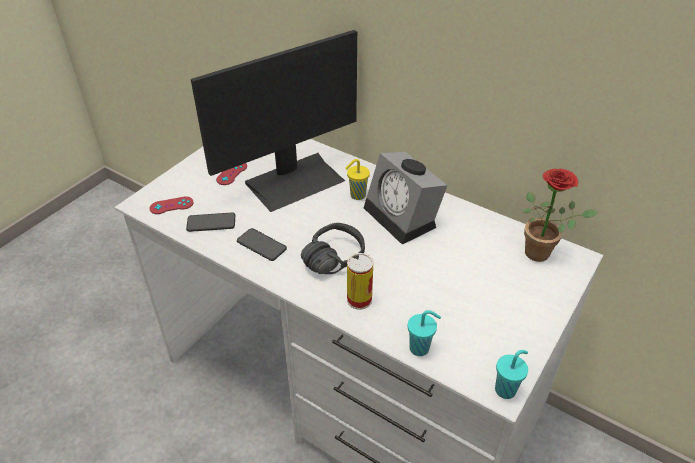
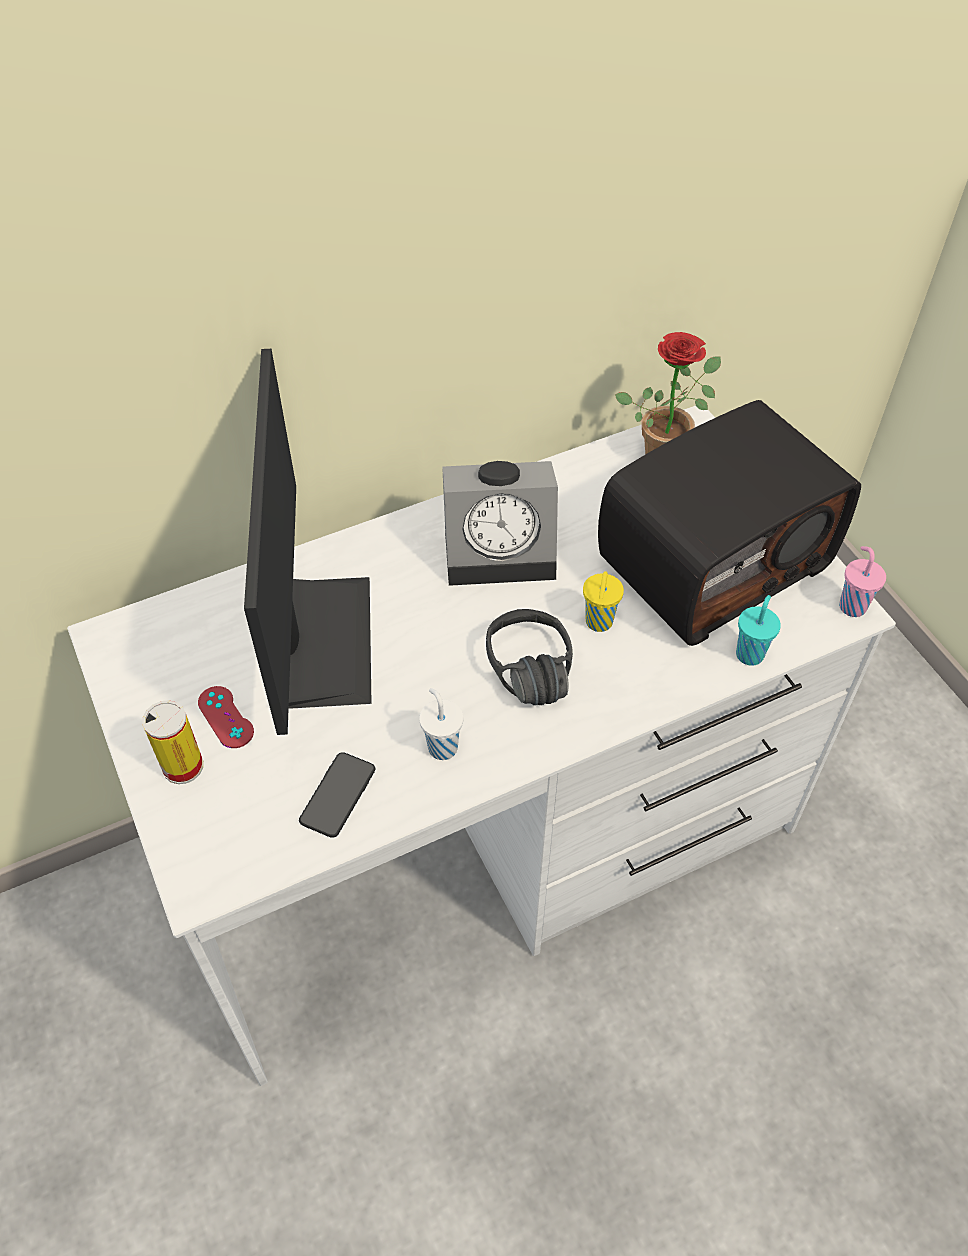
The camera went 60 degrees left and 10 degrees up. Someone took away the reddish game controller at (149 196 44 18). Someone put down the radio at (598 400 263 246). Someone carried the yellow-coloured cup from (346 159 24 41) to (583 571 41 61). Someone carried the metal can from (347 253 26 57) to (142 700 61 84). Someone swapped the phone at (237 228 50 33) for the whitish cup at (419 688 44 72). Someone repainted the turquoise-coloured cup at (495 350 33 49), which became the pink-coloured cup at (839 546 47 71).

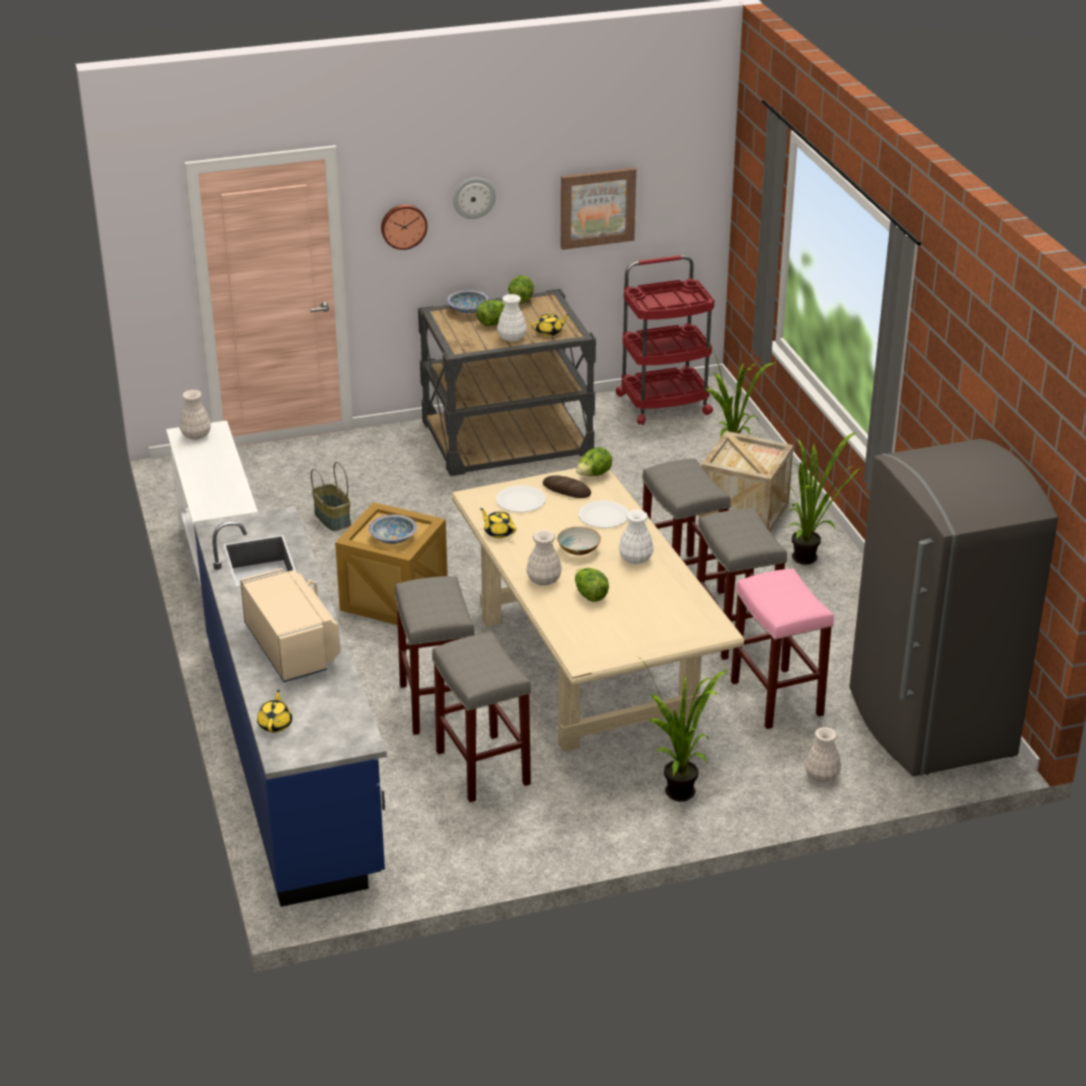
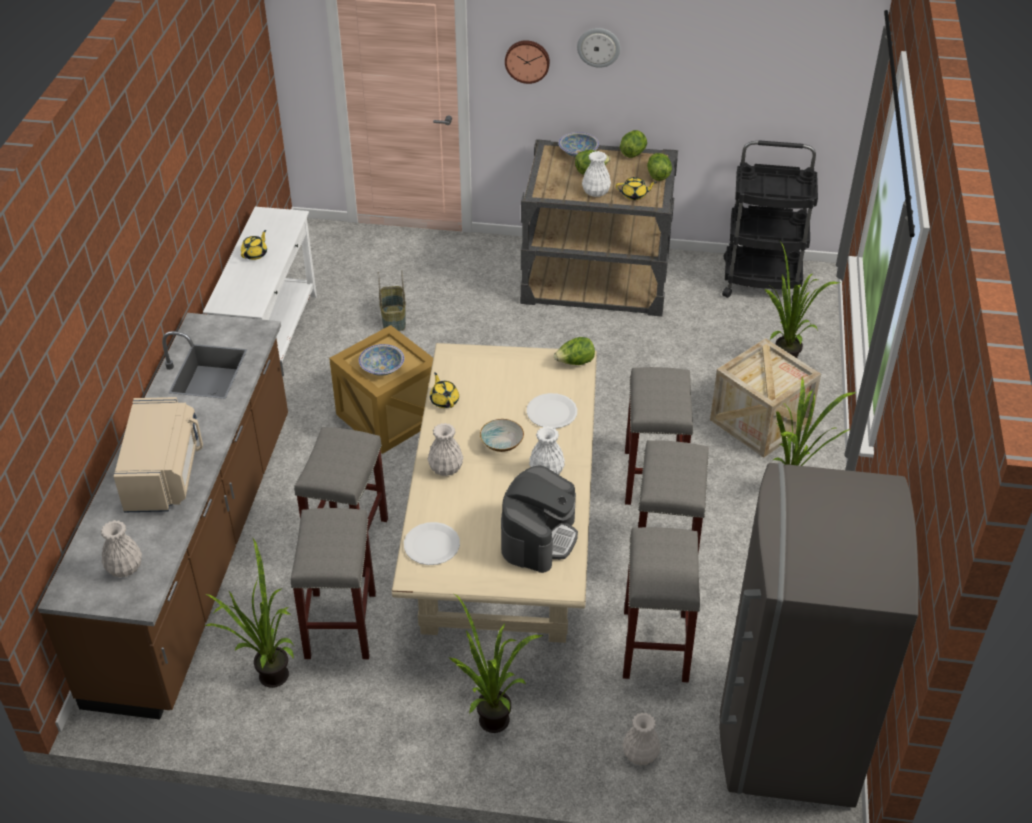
The camera went 25 degrees right and 10 degrees up. Someone took away the baked bread at (543 475 48 23). Someone took away the picture at (561 167 75 83). Someone put down the plant in a pot at (205 538 89 150). Someone put down the coffee machine at (501 466 77 107). Someone carried the whitish vase from (179 390 32 50) to (101 520 41 57). Someone carried the yellow-coloured pot for tea from (257 690 35 42) to (241 230 26 30). Someone carried the whitish flat dish from (496 485 50 28) to (404 522 56 43). Someone carried the lettuce from (575 568 34 34) to (647 153 25 28). Someone repainted the blue kitchen base unit at (194 506 193 401), which became the brownish kitchen base unit at (38 313 250 406). Someone repainted the reddish wheeled cart at (616 255 98 170), which became the black wheeled cart at (722 140 96 163). Someone repainted the pink-coloured stool at (731 568 103 161), which became the greyish stool at (623 527 77 155).

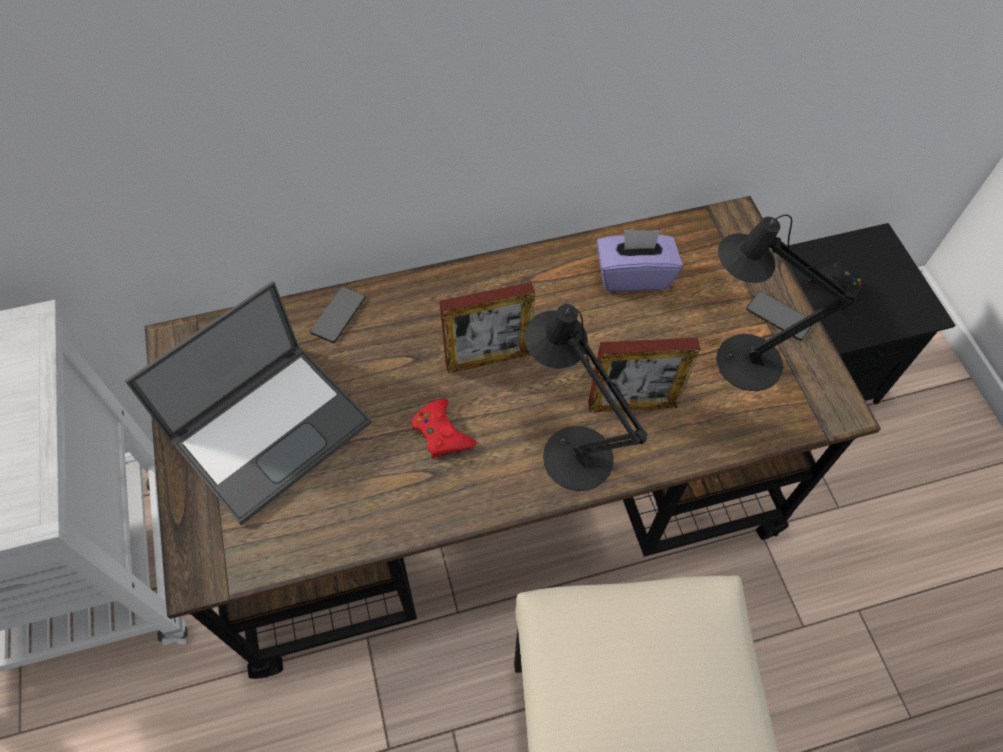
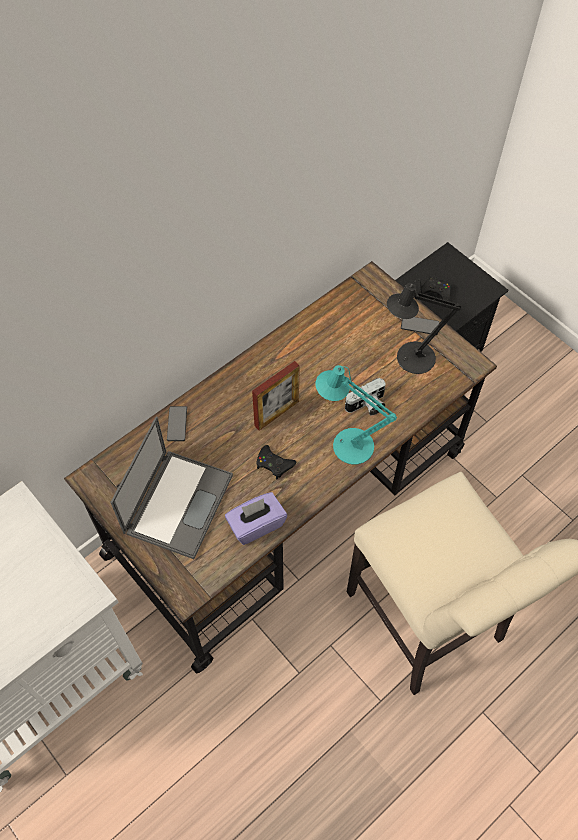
The camera went 25 degrees left and 0 degrees up. Someone carried the purple-coloured box of tissues from (597 229 86 63) to (225 492 62 53). Someone swapped the standing frame at (588 338 112 74) for the photo camera at (345 378 41 37). Someone repainted the reddish game controller at (412 399 65 59), which became the black game controller at (256 445 41 34). Someone repainted the black lamp for a table at (525 304 122 187), which became the turquoise-coloured lamp for a table at (315 365 82 99).

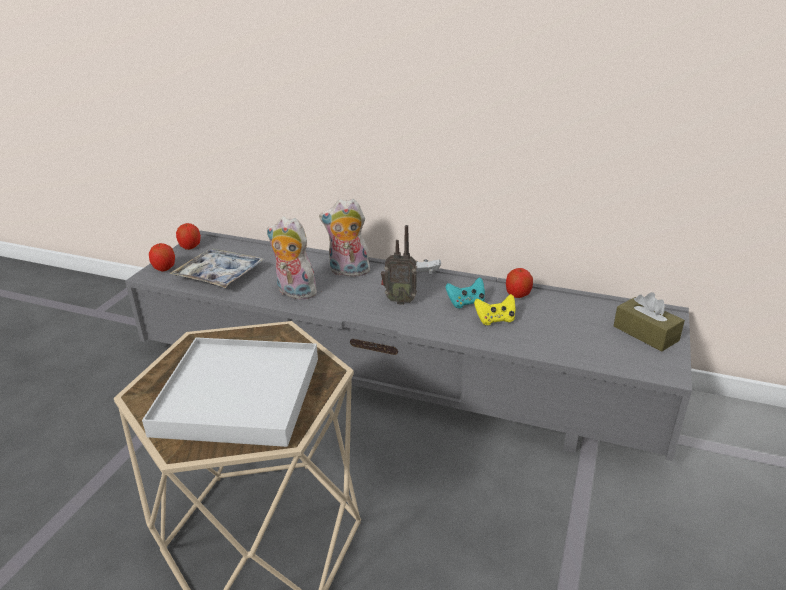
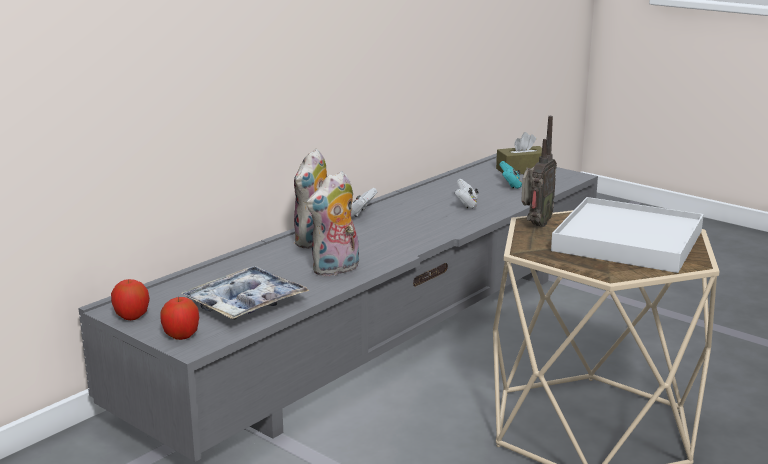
The camera went 70 degrees left and 10 degrees down. Someone took away the apple fruit at (506 268 27 30). Someone carried the radio from (381 225 36 80) to (521 116 36 111). Someone carried the turquoise-coloured game controller from (445 277 40 31) to (499 161 23 28). Someone repainted the yellow-coloured game controller at (474 294 42 31), which became the whitish game controller at (455 179 24 30).

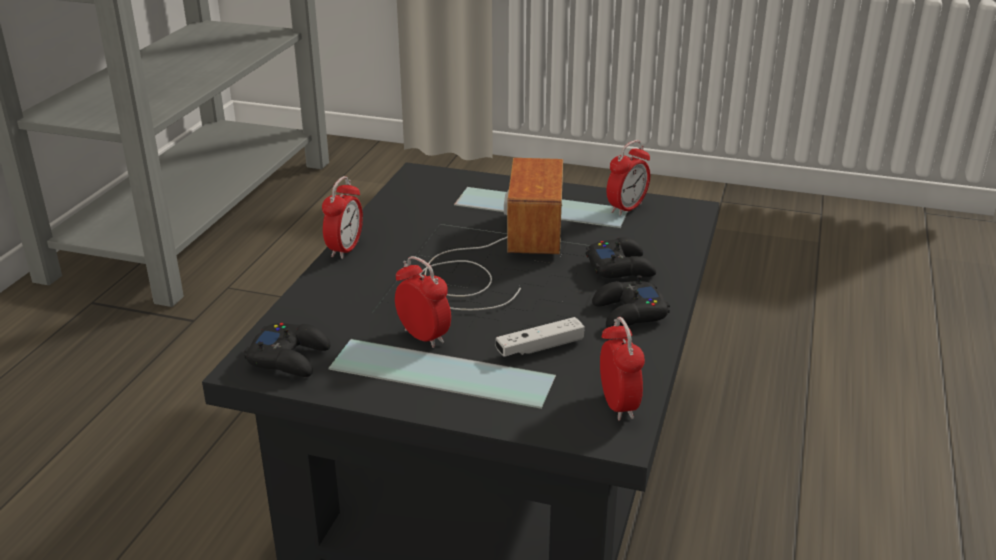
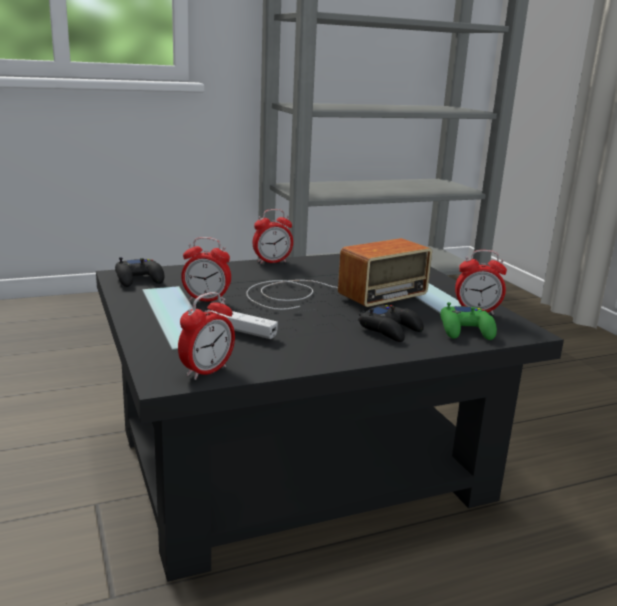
The camera went 50 degrees right and 10 degrees down. Someone took away the black game controller at (592 275 78 53). Someone put down the greenish game controller at (440 302 57 38). Someone rotated the alarm clock at (395 256 56 92) by 90 degrees clockwise.

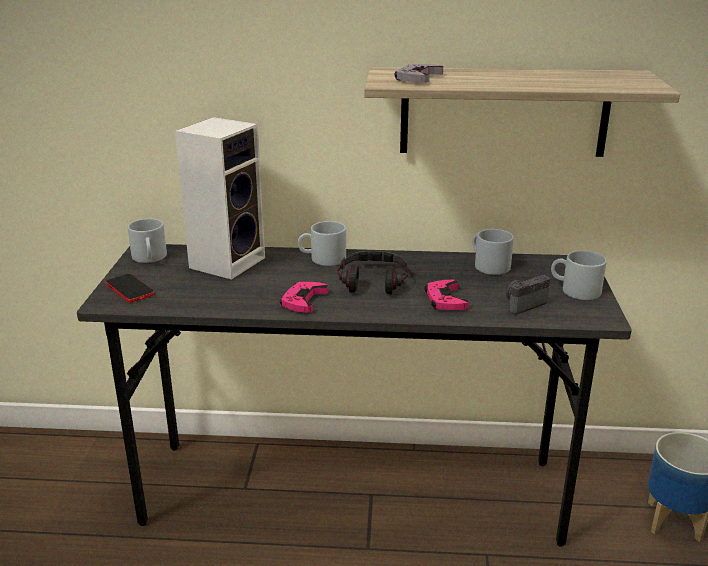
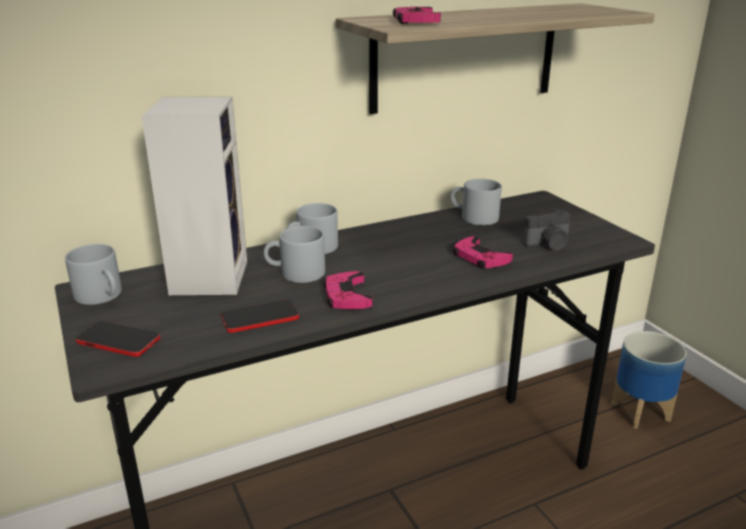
The camera went 30 degrees left and 0 degrees up. Someone took away the headset at (337 251 71 43). Someone put down the phone at (221 299 78 34). Someone carried the greyish coffee mug from (551 251 56 49) to (264 226 61 57). Someone repainted the greyish game controller at (395 64 48 19), which became the pink-coloured game controller at (393 7 48 17). Someone rotated the photo camera at (506 275 44 40) by 135 degrees counterclockwise.

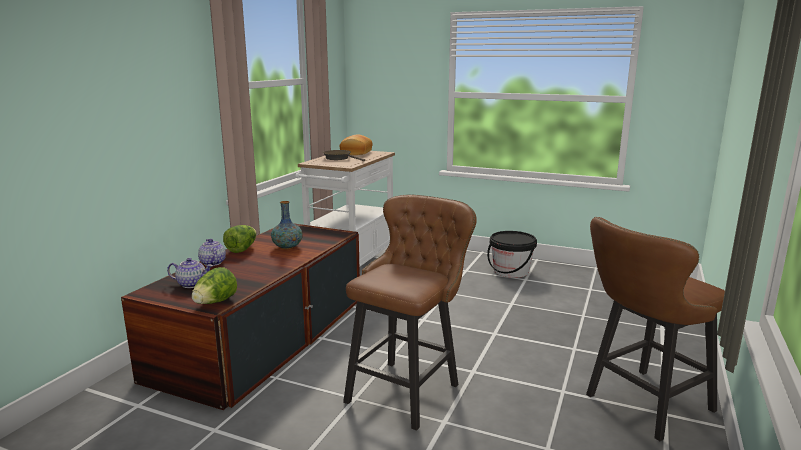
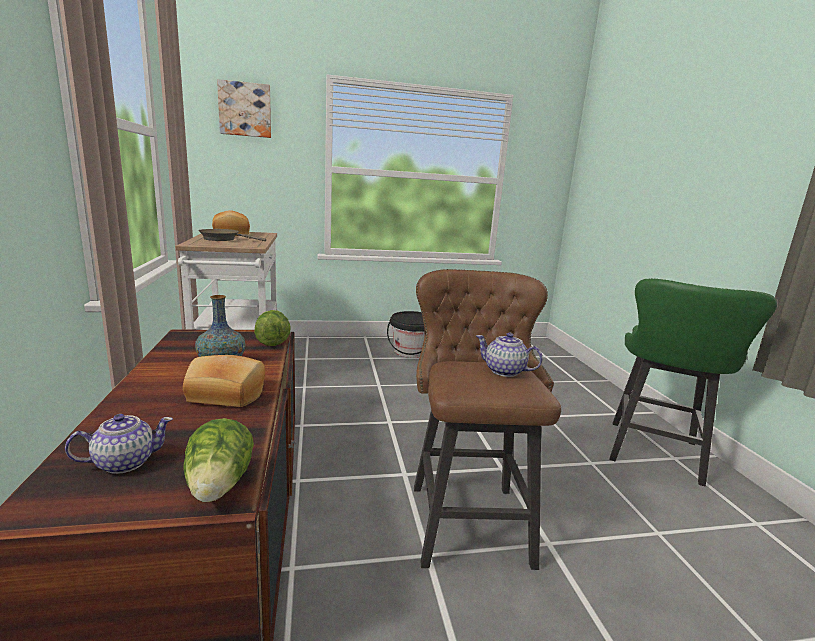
The camera went 35 degrees left and 0 degrees up. Someone put down the baked bread at (183 355 82 52). Someone put up the picture at (217 79 54 59). Someone carried the pot for tea from (198 239 28 27) to (476 333 67 44). Someone carried the lettuce from (223 225 34 28) to (254 310 37 36). Someone repainted the brownish stool at (586 217 139 224), which became the greenish stool at (609 278 168 209).

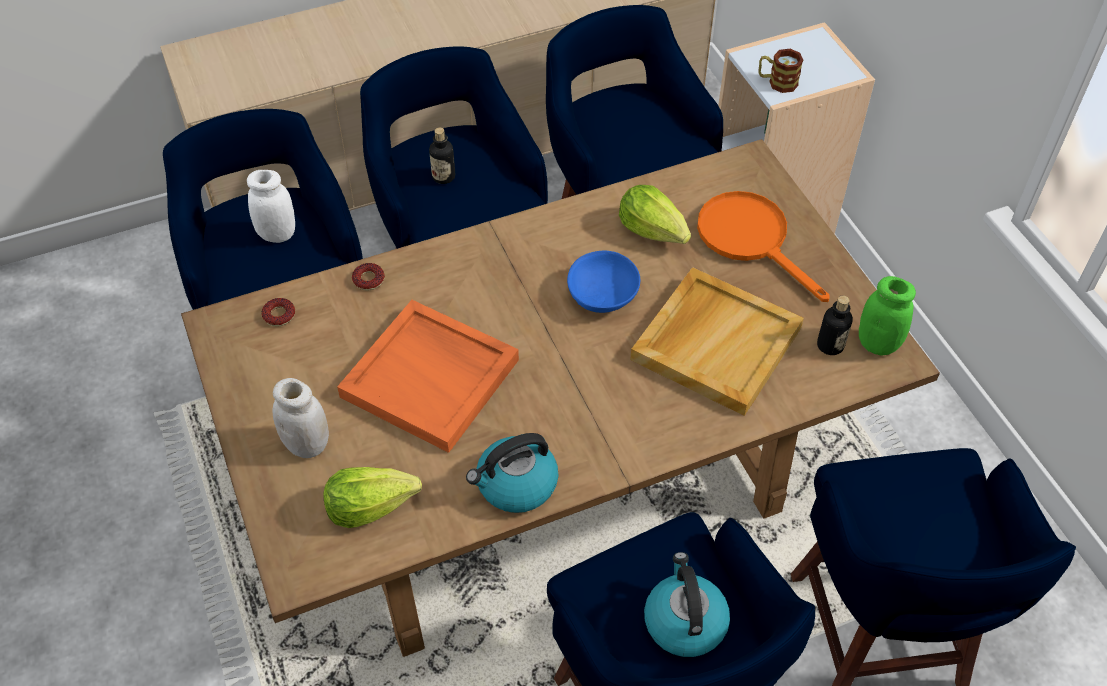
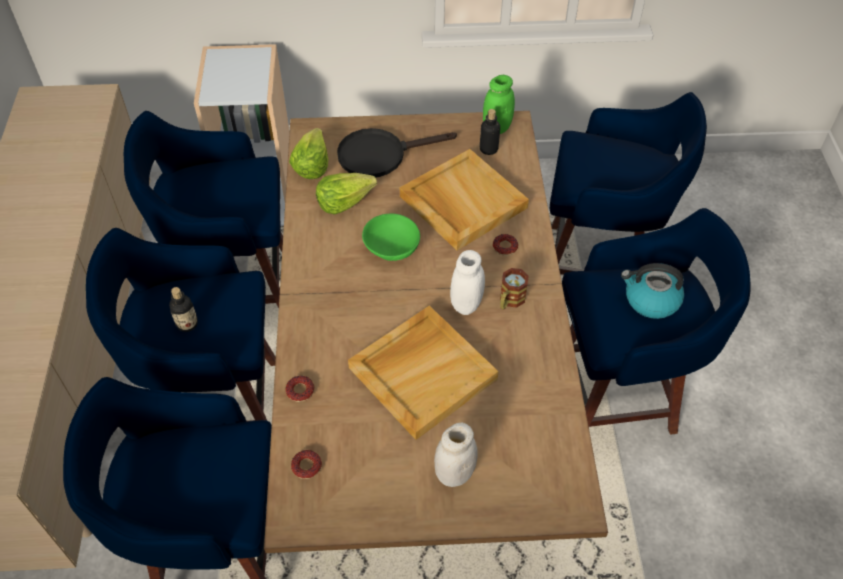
The camera went 70 degrees left and 0 degrees up. Someone took away the kettle at (466 433 93 80). Someone put down the donut at (493 234 25 22). Someone carried the whitish jar from (247 170 48 73) to (450 250 35 65). Someone carried the lettuce from (324 467 98 61) to (289 128 39 51). Someone carried the coffee mug from (758 49 45 44) to (500 268 29 42). Someone repainted the orange carrying tray at (337 300 182 153), which became the beige carrying tray at (348 306 151 134). Someone repainted the blue bowl at (567 250 73 63), which became the greenish bowl at (362 213 58 48). Someone repainted the orange skillet at (697 191 133 111), which became the black skillet at (337 128 120 49).

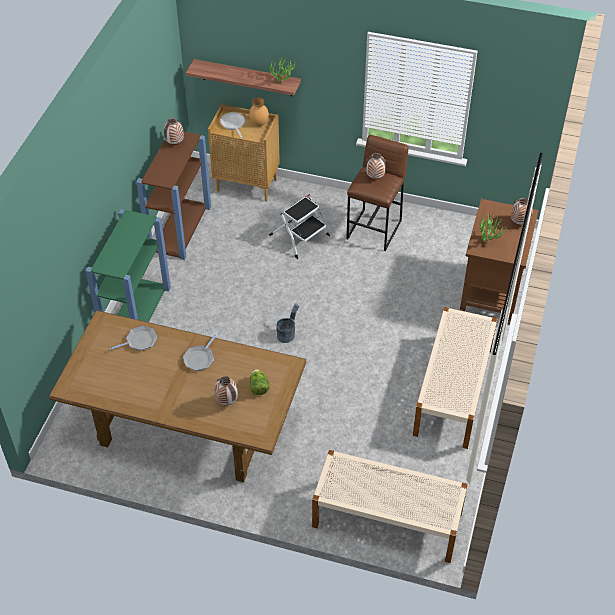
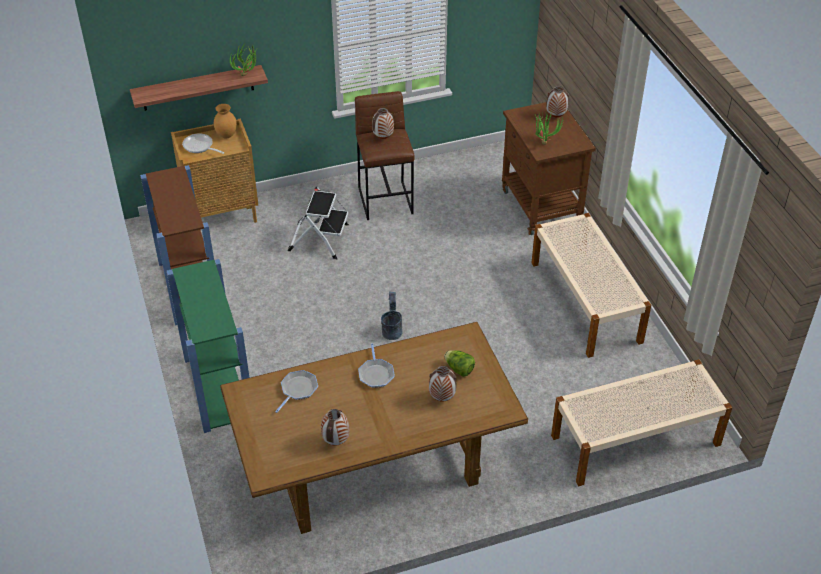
The camera went 35 degrees left and 5 degrees down. Someone carried the vase from (164 118 20 27) to (321 409 28 37).

